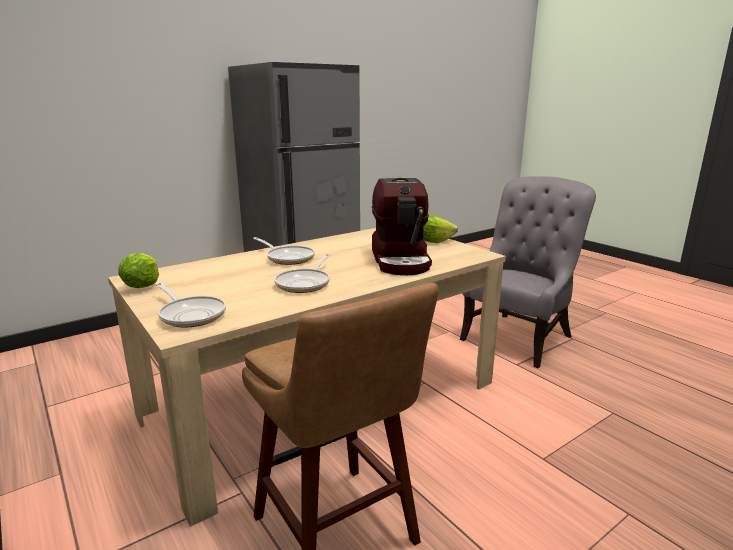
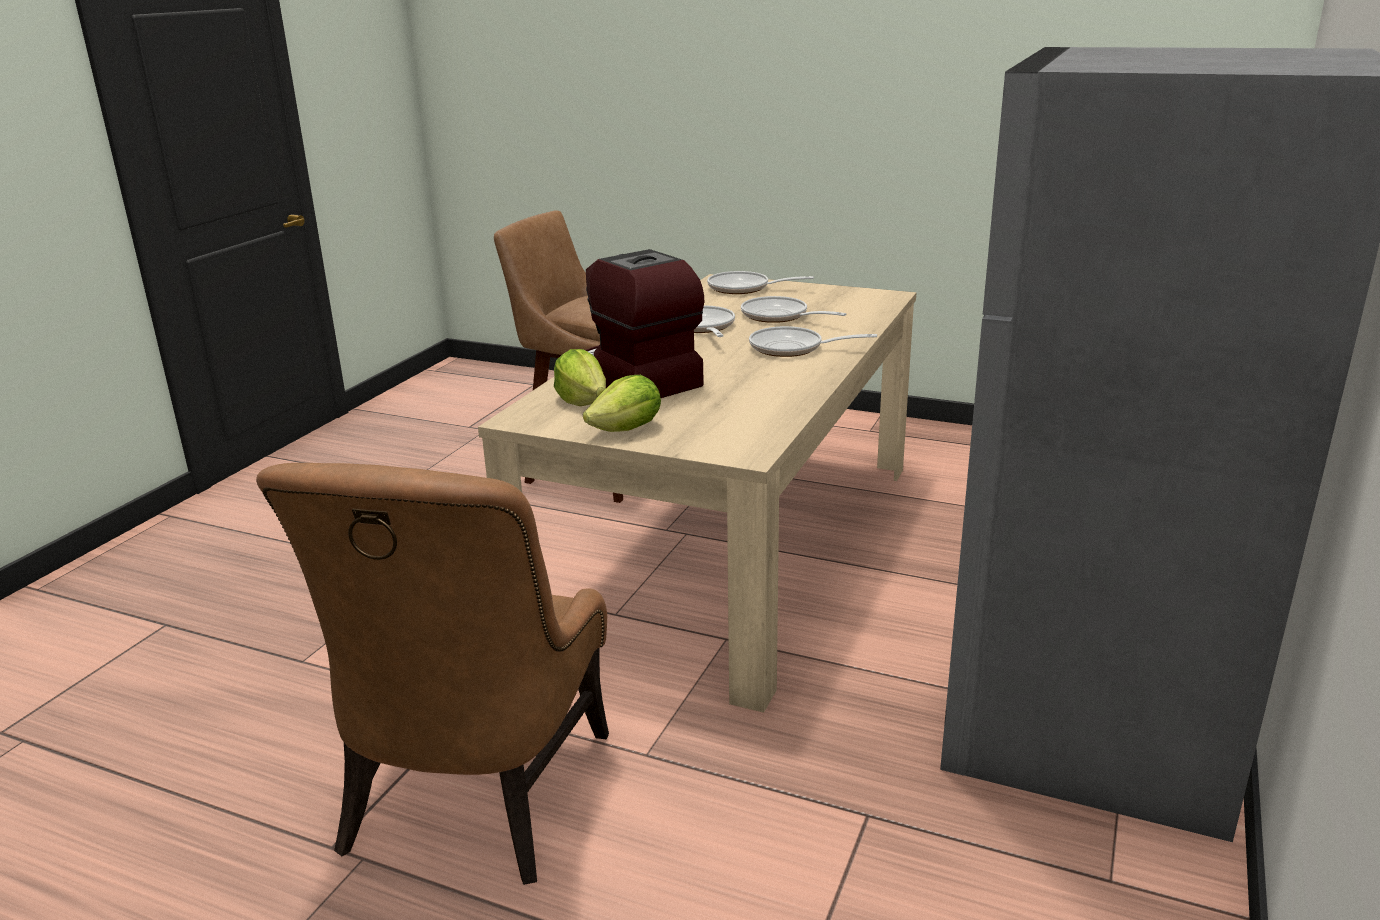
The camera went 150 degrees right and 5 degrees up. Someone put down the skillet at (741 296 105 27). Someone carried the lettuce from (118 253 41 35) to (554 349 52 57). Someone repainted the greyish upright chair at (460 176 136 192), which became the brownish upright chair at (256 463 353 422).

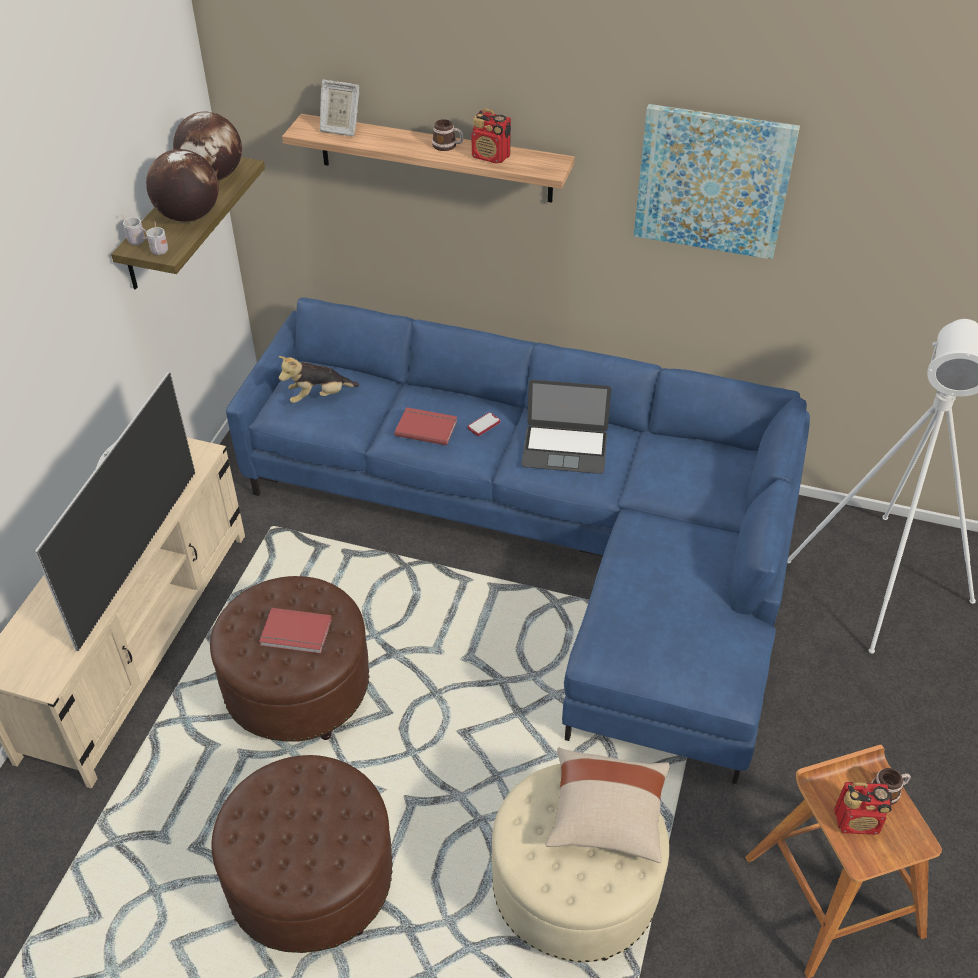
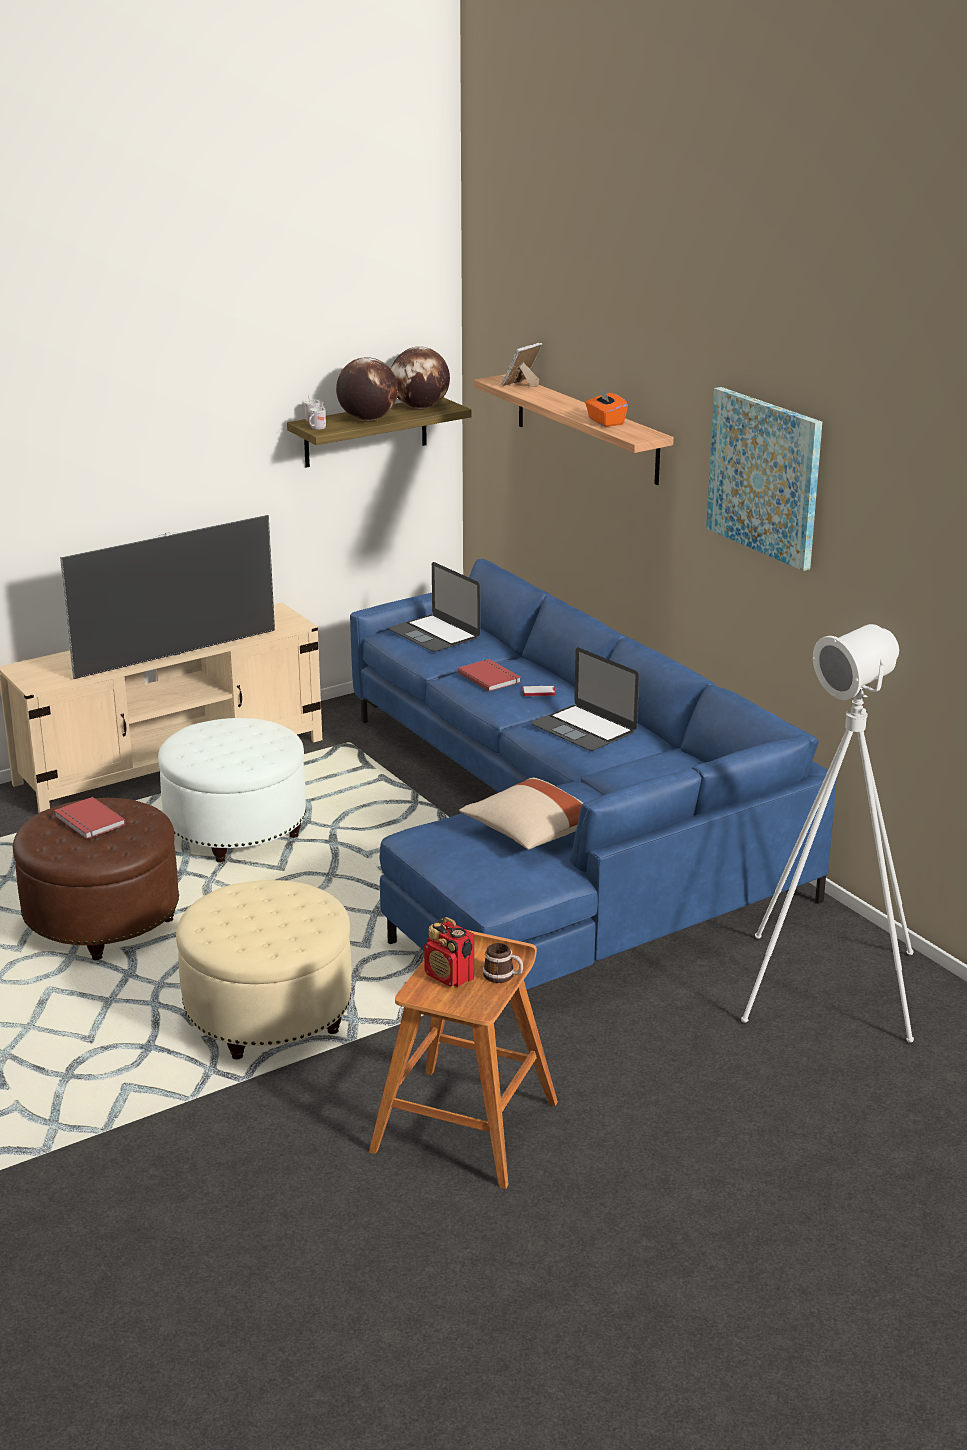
The camera went 40 degrees right and 20 degrees down. Someone took away the coffee mug at (432 119 31 32). Someone carried the reddish volume from (259 608 73 46) to (54 797 72 42). Someone carried the beige throw pillow from (545 748 125 115) to (459 778 124 72). Someone swapped the plush toy at (278 356 81 47) for the laptop at (388 562 92 90). Someone swapped the radio at (471 108 40 56) for the orange box of tissues at (585 388 43 39). Someone repainted the brownish pouffe at (210 576 160 165), which became the whitish pouffe at (158 718 148 144). Someone rotated the standing frame at (320 80 40 56) by 75 degrees clockwise.

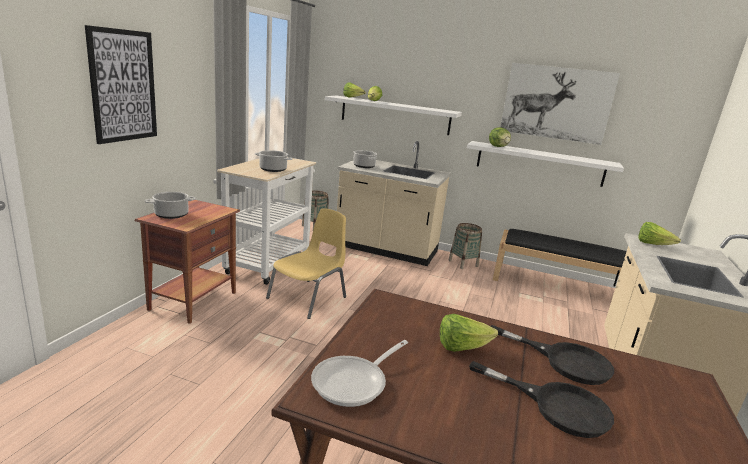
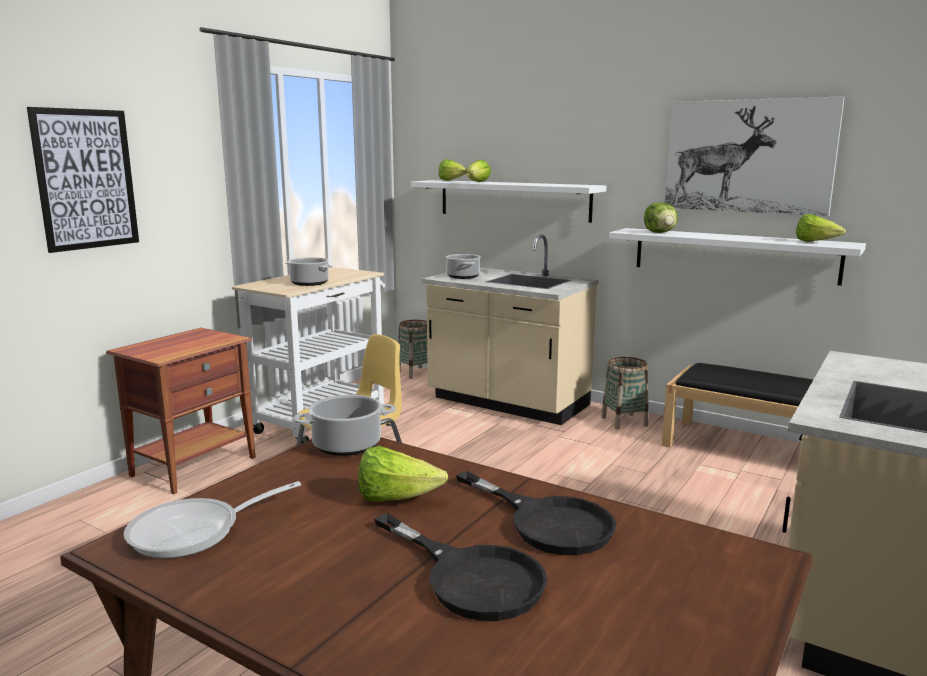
The camera went 15 degrees right and 5 degrees down. Someone carried the stockpot from (145 192 51 27) to (293 395 103 61). Someone carried the lettuce from (638 222 43 23) to (796 214 50 28).

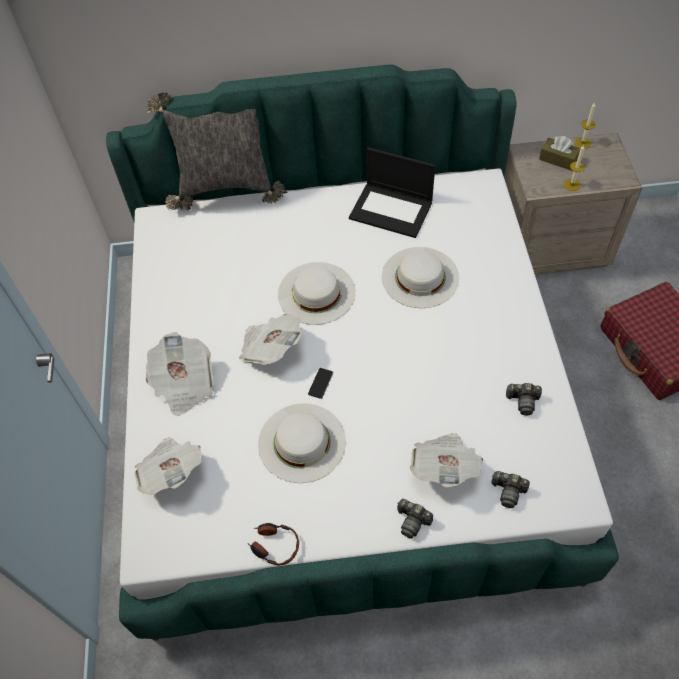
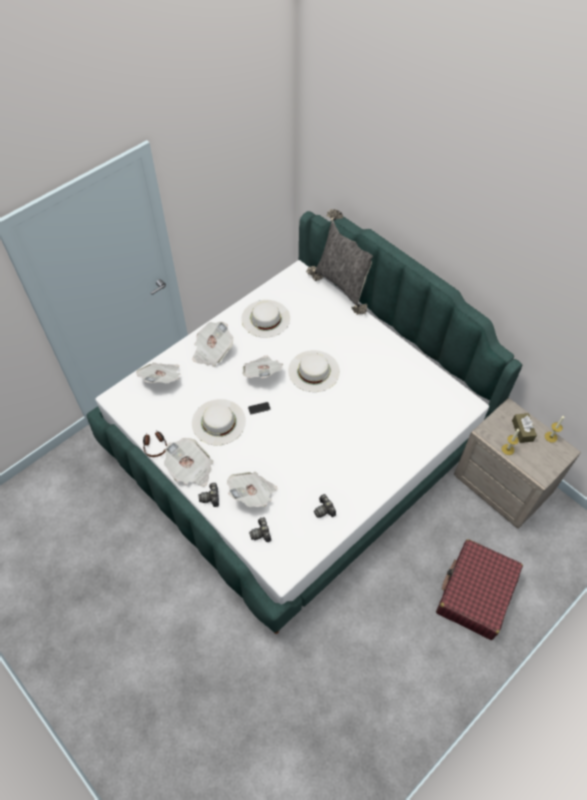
The camera went 50 degrees right and 0 degrees up. Someone took away the laptop at (349 147 86 91). Someone put down the printed paper at (164 438 50 49). Someone carried the whitish hat from (382 247 77 61) to (241 300 49 38).

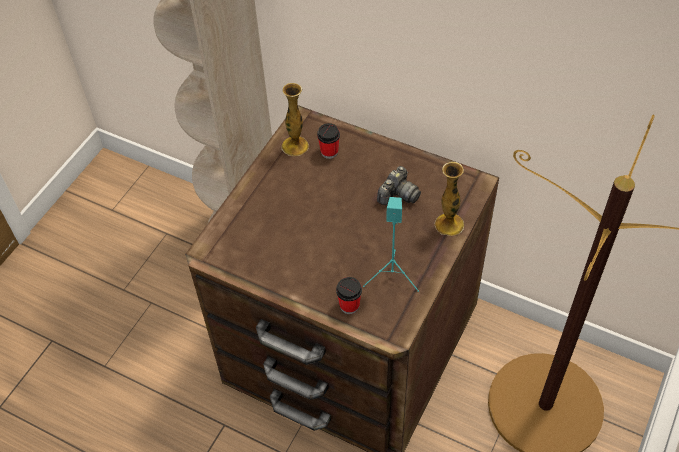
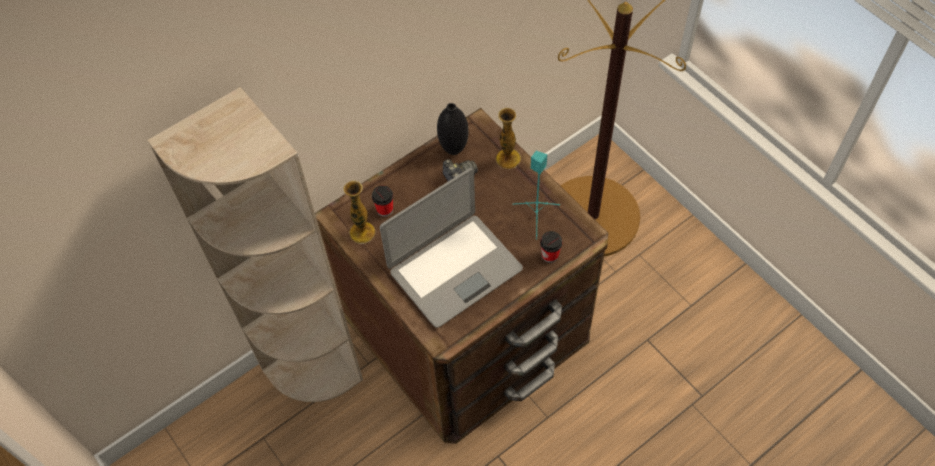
The camera went 65 degrees left and 5 degrees up. Someone put down the laptop at (380 168 143 160). Someone put down the black vase at (437 103 32 52).

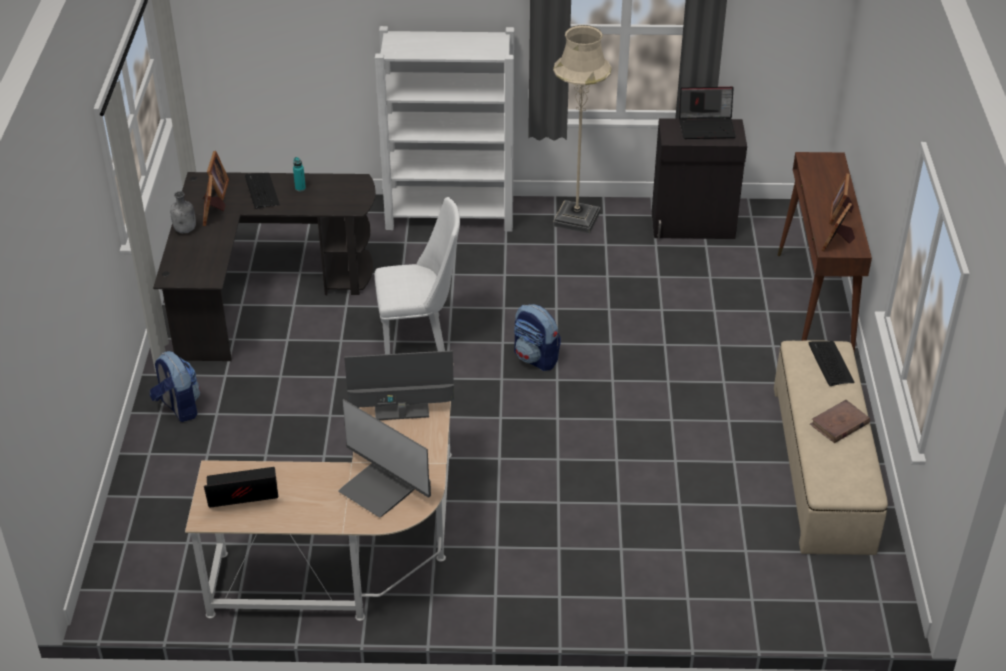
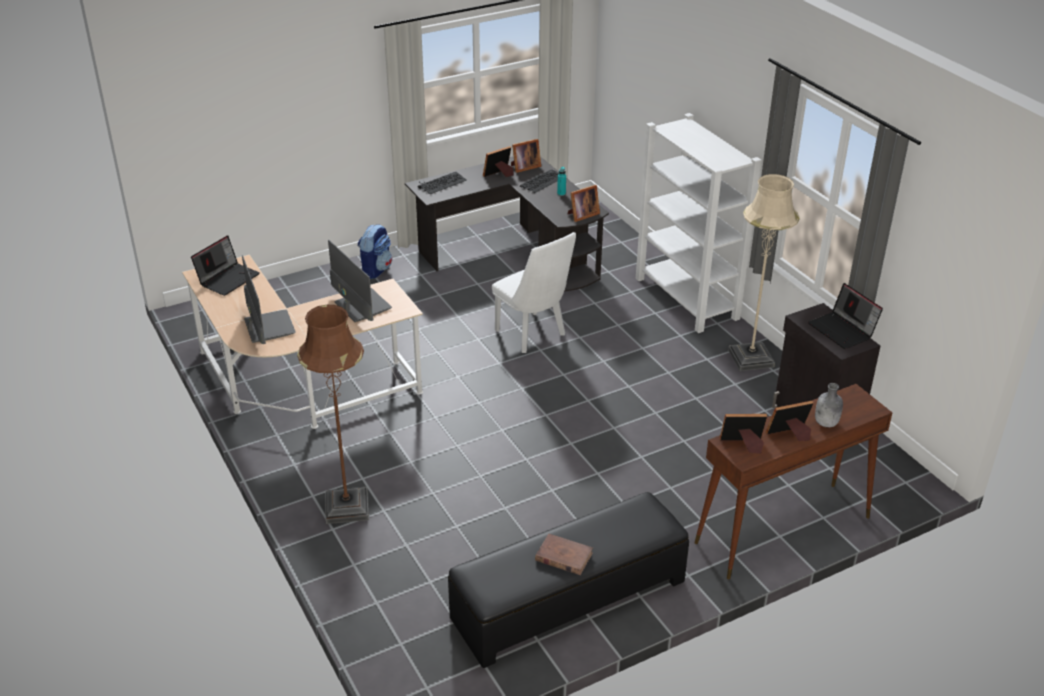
The camera went 60 degrees right and 5 degrees down. Someone took away the rucksack at (514 304 47 67). Someone put down the brownish floor lamp at (297 305 72 219). Someone put down the standing frame at (568 185 32 37). Someone carried the greyish bottle from (170 191 26 42) to (815 383 28 44). Someone carried the PC keyboard from (808 341 47 45) to (418 172 49 22). Someone repainted the beige long seat at (774 340 114 215), which became the black long seat at (448 492 241 176). Someone rotated the laptop at (204 467 74 40) by 75 degrees clockwise. Someone rotated the computer screen at (338 399 93 119) by 150 degrees clockwise.

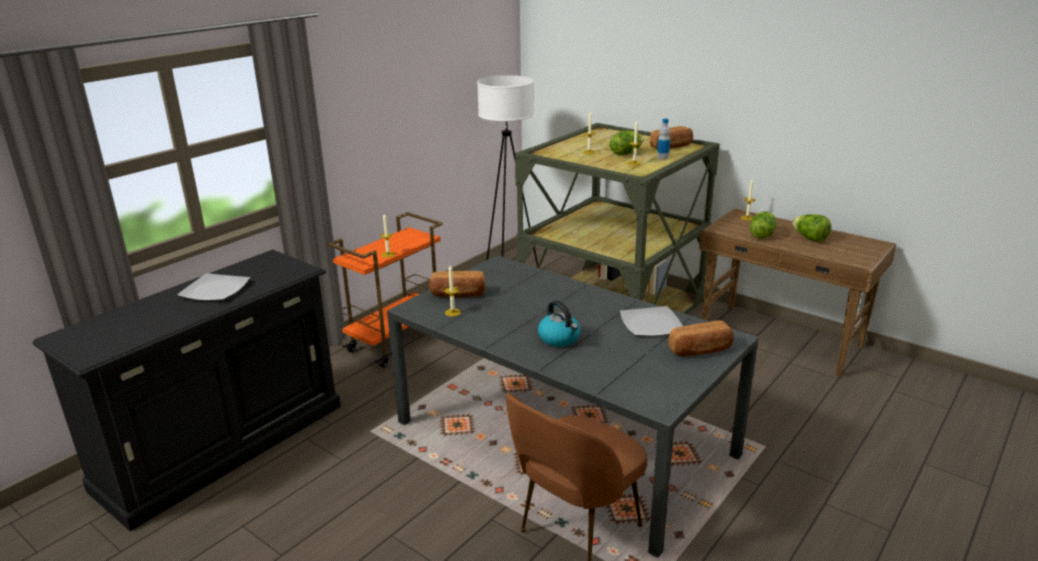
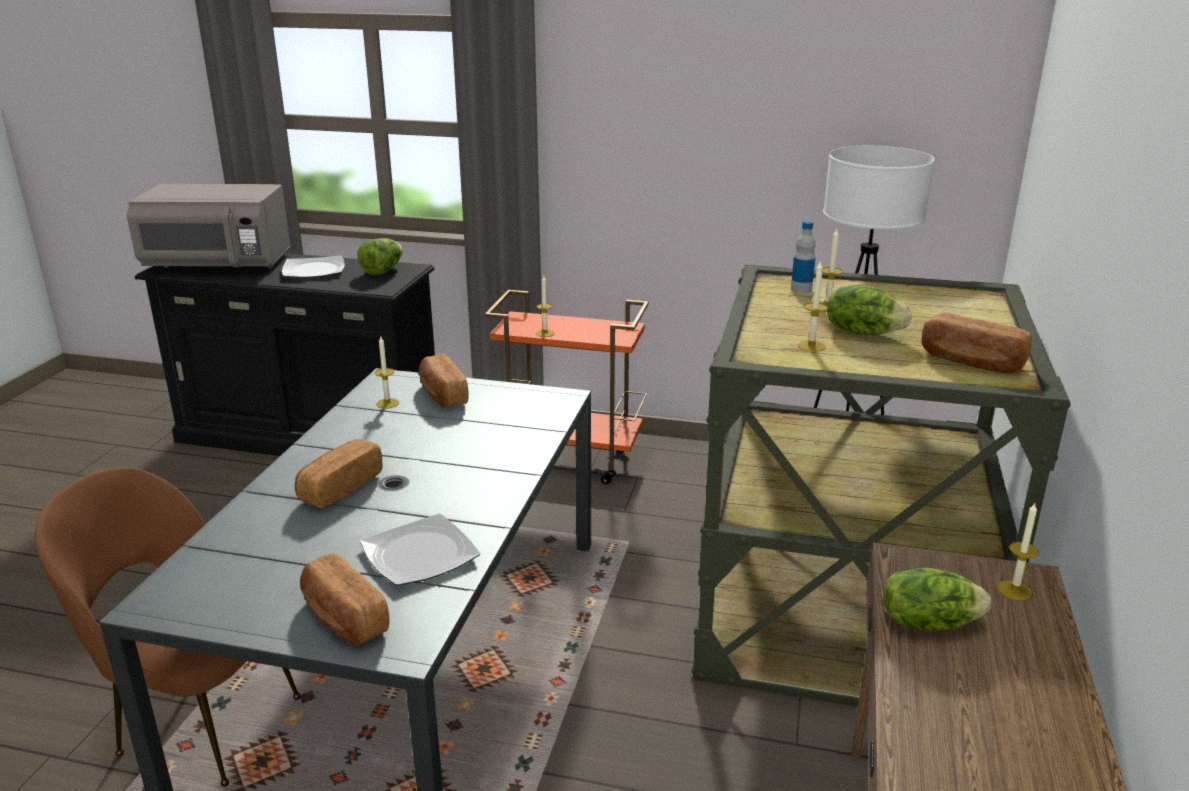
The camera went 65 degrees right and 0 degrees up. Someone put down the greyish microwave oven at (127 184 164 85). Someone carried the bottle from (657 118 13 41) to (791 221 25 72). Someone carried the lettuce from (792 214 39 28) to (358 238 45 38). Someone swapped the kettle at (538 300 43 47) for the baked bread at (295 439 87 69).

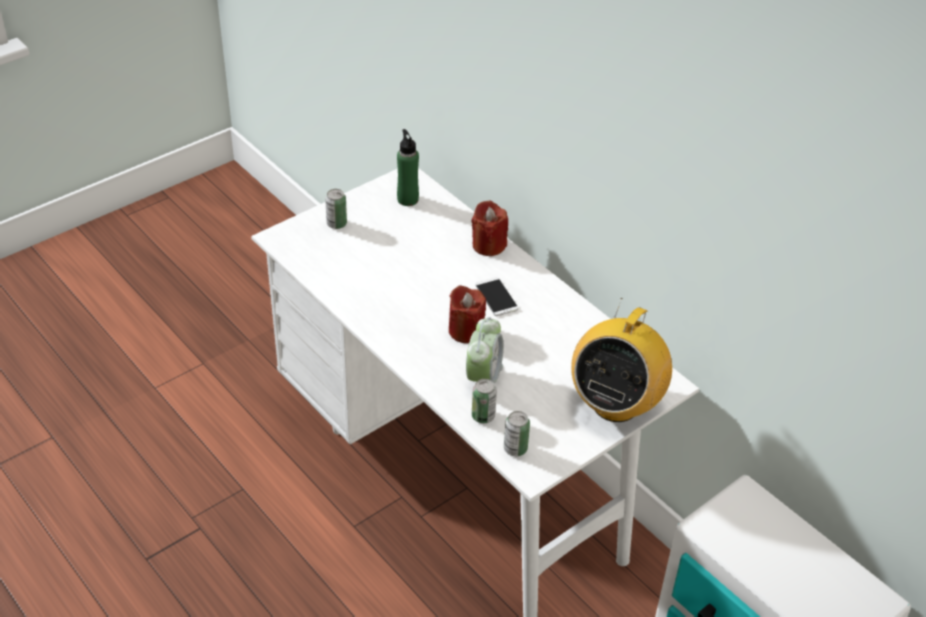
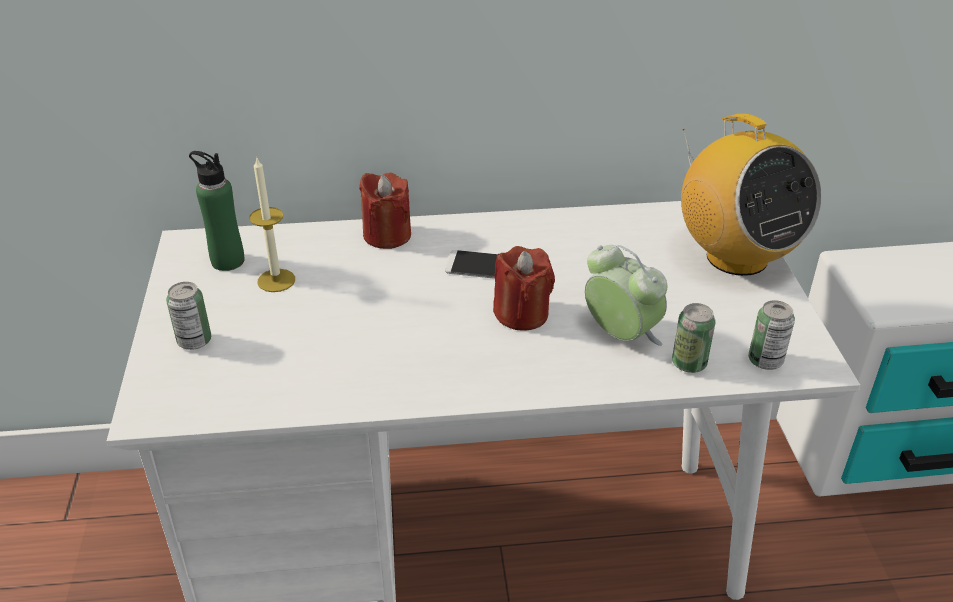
The camera went 55 degrees left and 5 degrees down. Someone put down the wax candle at (249 156 46 136).

